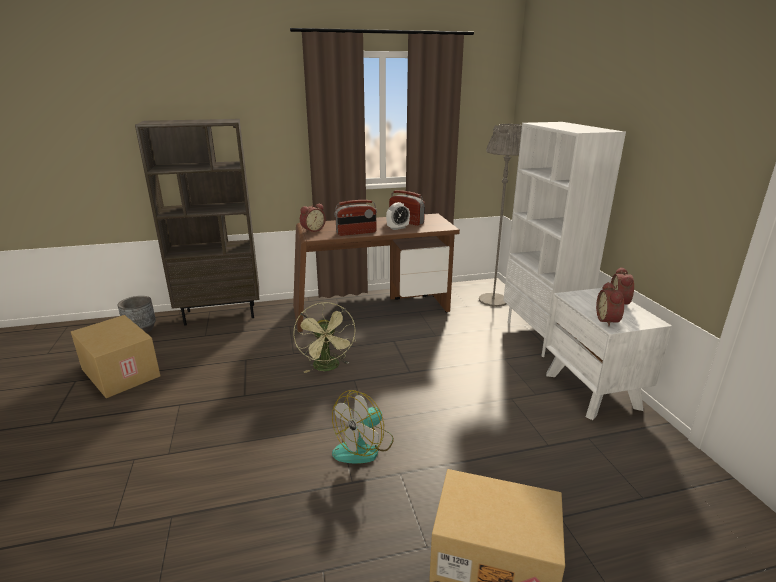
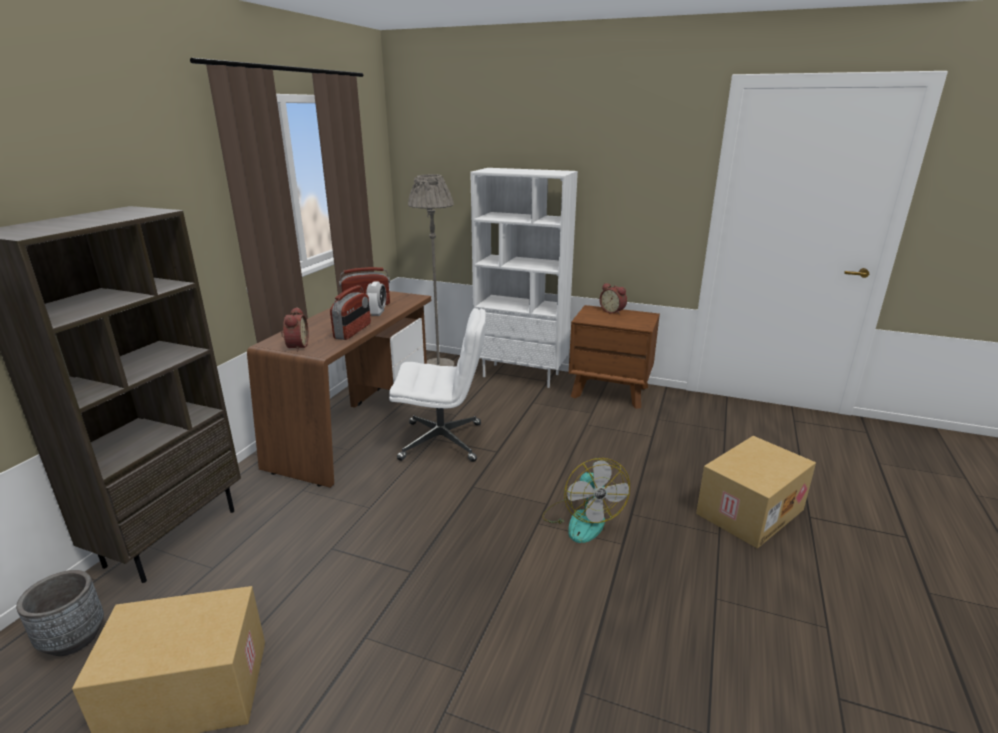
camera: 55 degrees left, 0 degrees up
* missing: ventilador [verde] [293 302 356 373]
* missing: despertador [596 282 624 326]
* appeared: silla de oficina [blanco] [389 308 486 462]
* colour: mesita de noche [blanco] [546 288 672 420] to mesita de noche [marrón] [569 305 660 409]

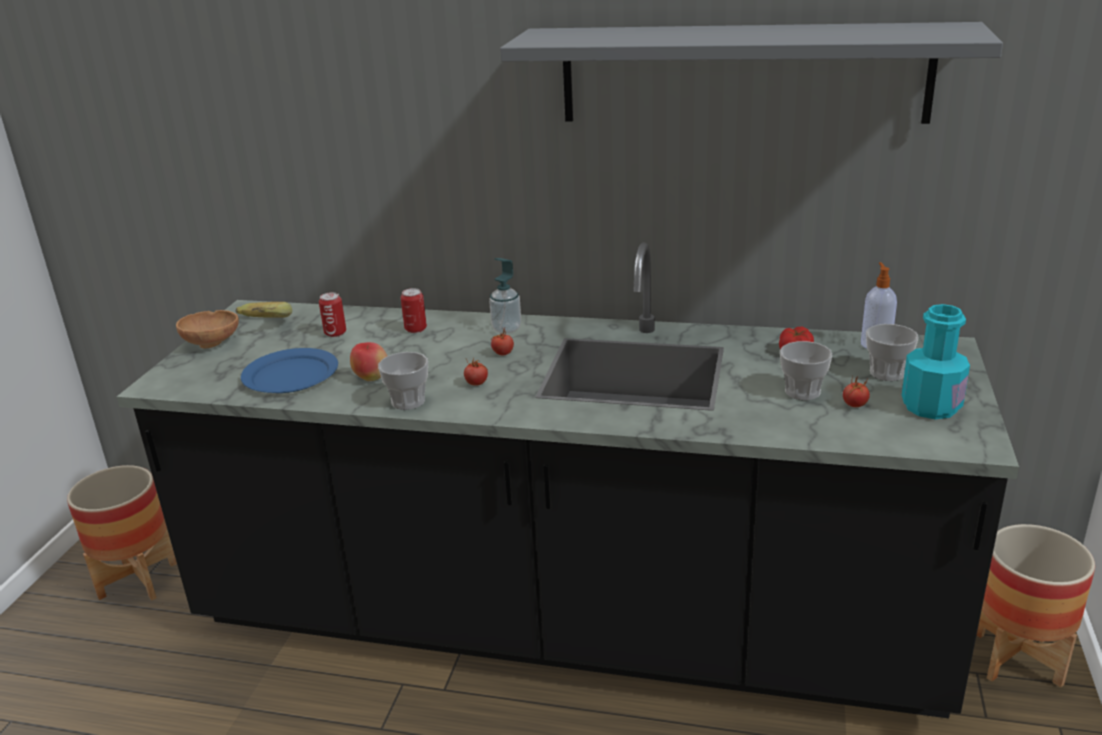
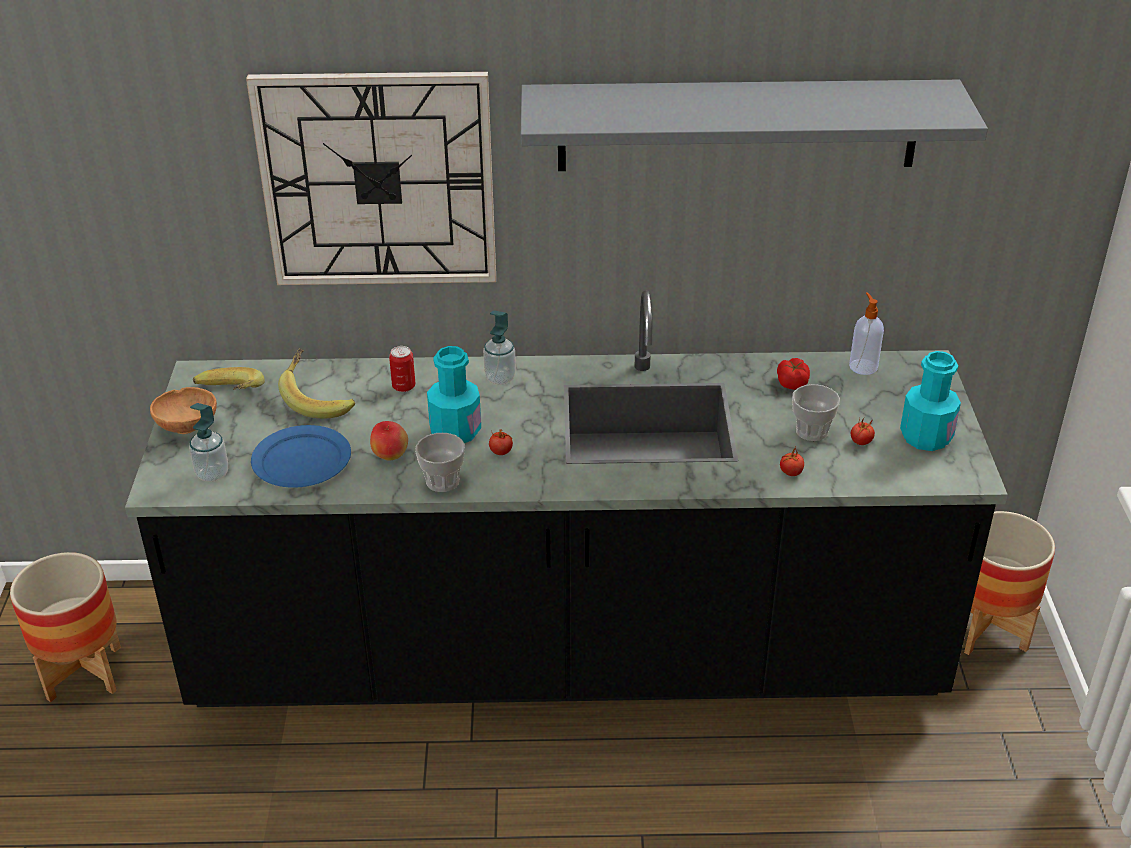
camera: 15 degrees left, 10 degrees up
* missing: taza [866 324 919 381]
* appeared: dispensador de jabón [189 403 228 482]
* appeared: reloj de pared [246 72 496 285]
* appeared: botella [turquesa] [427 346 481 443]
* relocated: tomate [491 328 514 356] to [780 447 804 476]
* exchanged: lata [319 292 346 337] to plátano [278 348 355 419]

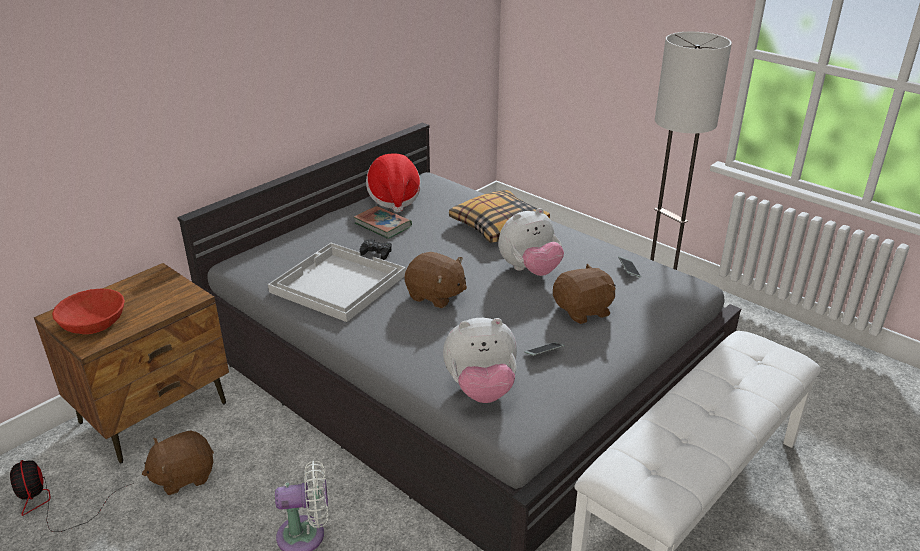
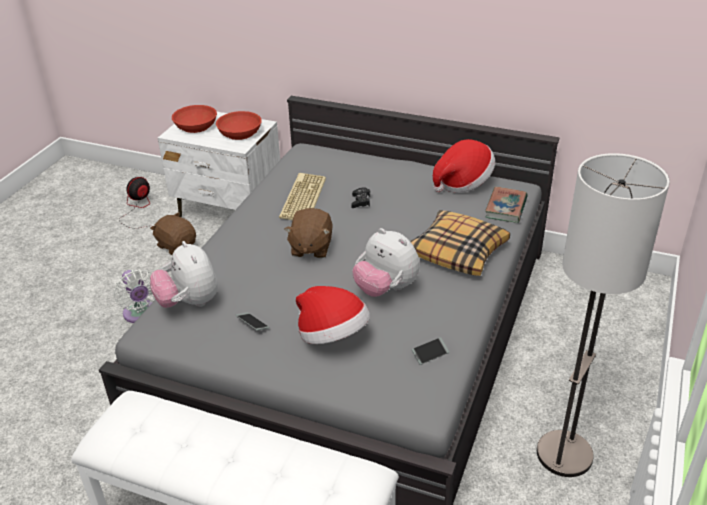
camera: 70 degrees right, 5 degrees up
* appeared: cuenco [rojo] [216 111 262 140]
* relocated: libro [354 206 412 239] to [485 187 528 223]
* exchanged: bandeja [blanco] [268 243 406 322] to teclado [279 173 326 220]
* exchanged: peluche [marrón] [553 263 616 324] to sombrero [296 286 370 344]
* colour: mesita de noche [marrón] [34 263 229 464] to mesita de noche [blanco] [158 112 280 218]

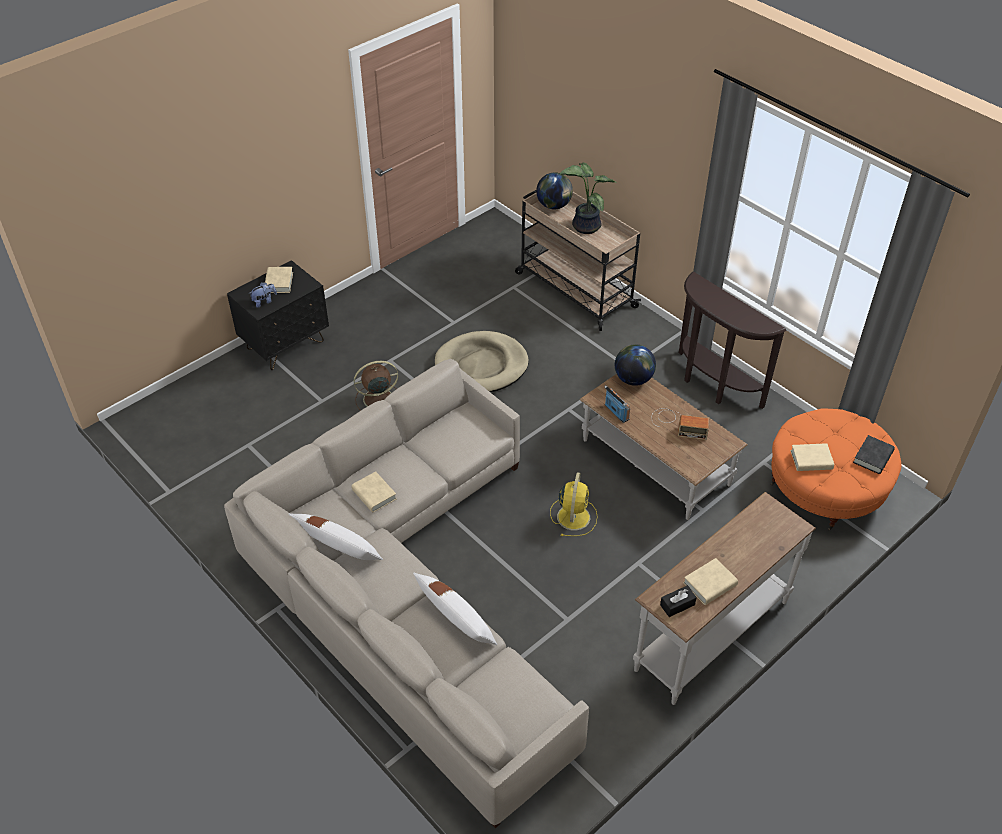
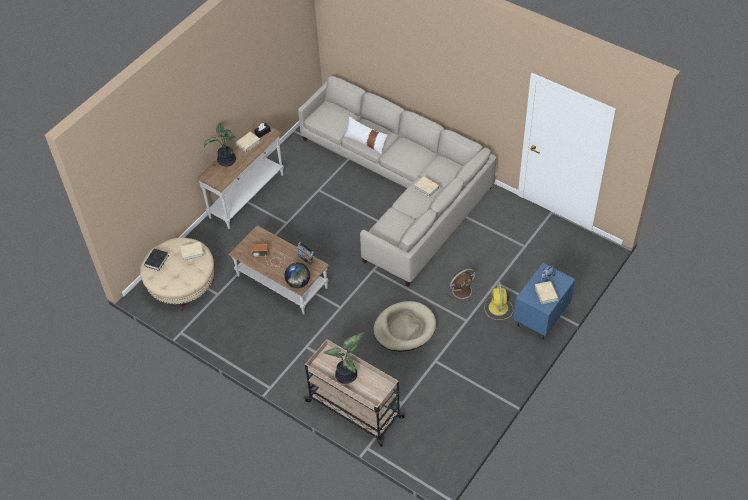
camera: 170 degrees right, 5 degrees up
* missing: cojín [blanco] [289 513 383 560]
* missing: globo terráqueo [536 172 573 209]
* missing: mesa consola [marrón] [679 272 787 409]
* appeared: planta en maceta [203 123 236 167]
* relocated: ventilador [amarillo] [550 472 598 536] to [484 282 513 320]
* colour: mesita de noche [negro] [227 260 329 370] to mesita de noche [azul] [514 263 575 339]
* colour: puf [naranja] [771 408 902 530] to puf [beis] [140 237 214 310]

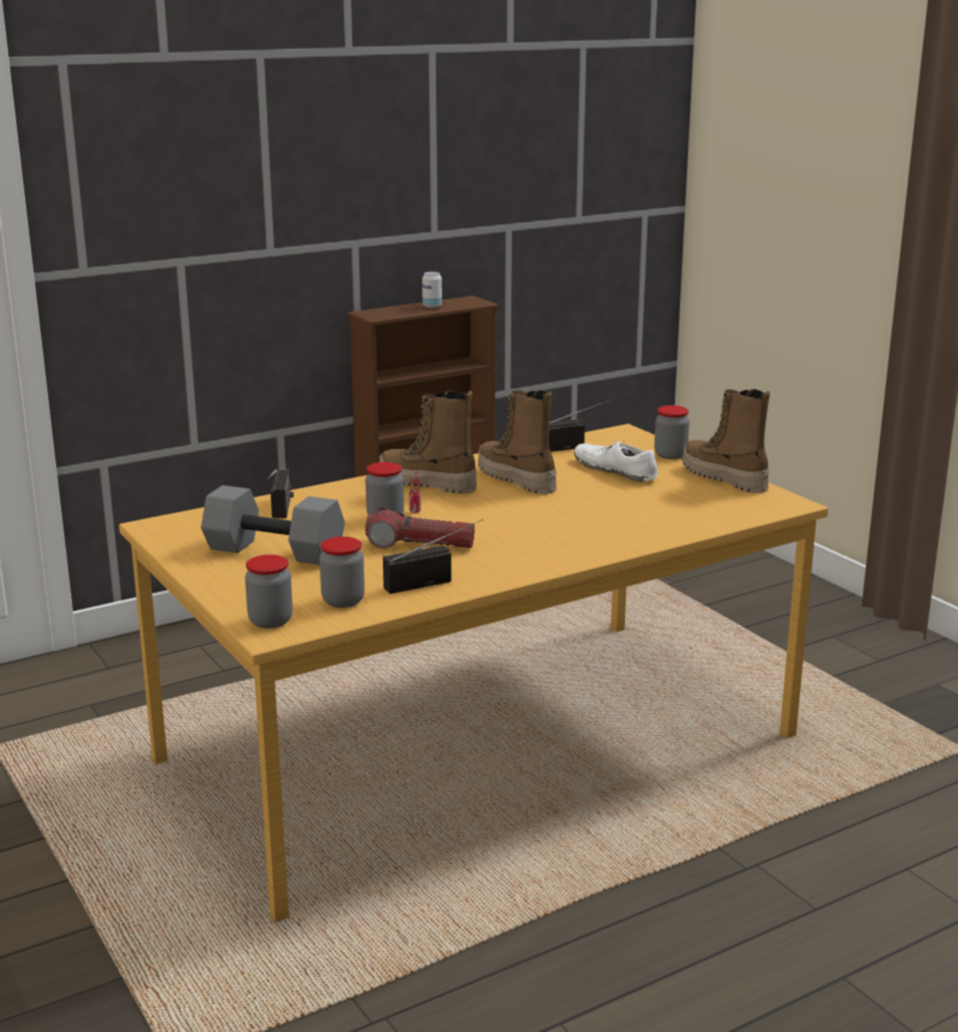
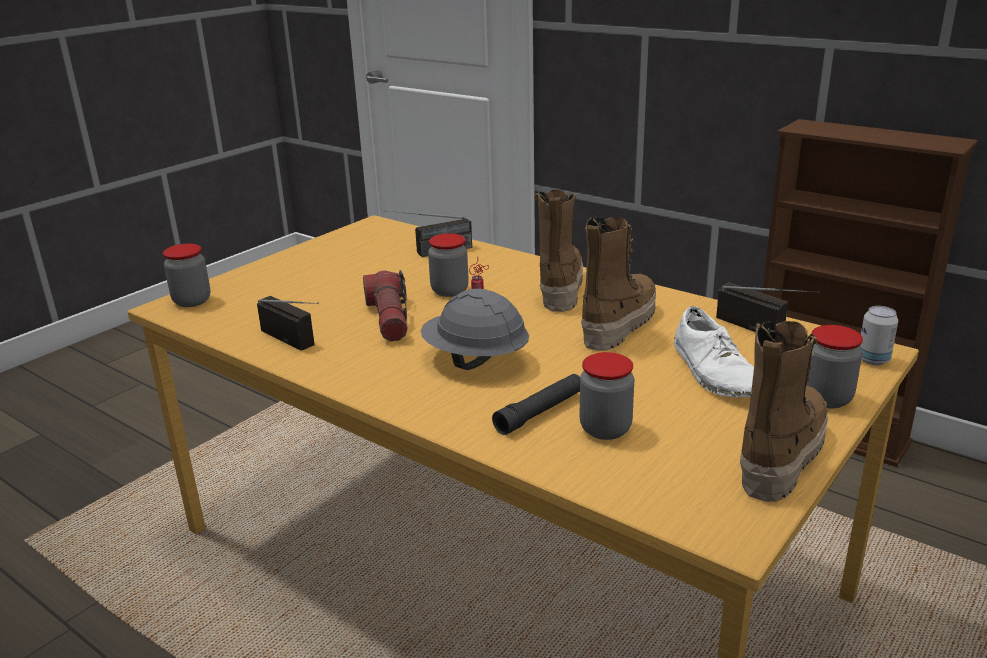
camera: 70 degrees right, 5 degrees up
* missing: mancuerna [gris] [201 485 345 565]
* appeared: casco [gris] [421 289 529 370]
* appeared: linterna [negro] [492 374 580 435]
* relocated: tarro [320 536 365 608] to [579 352 635 440]
* relocated: lata [422 272 442 308] to [860 306 898 365]
* spun: zapato [blanco] [574 440 658 482] = [674 306 754 397] 135 degrees clockwise

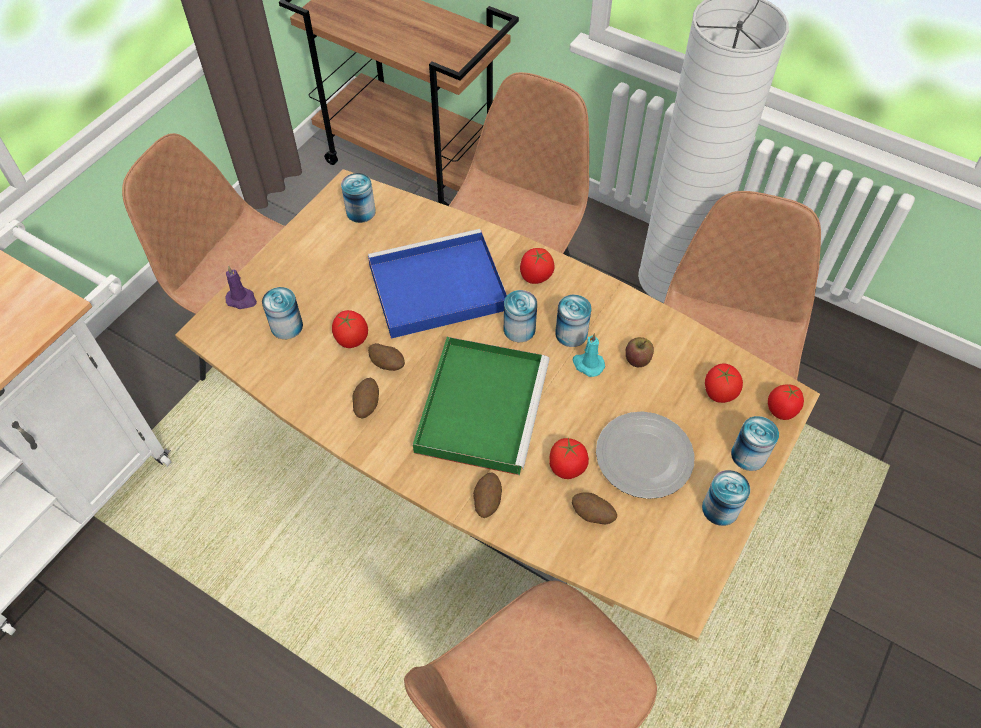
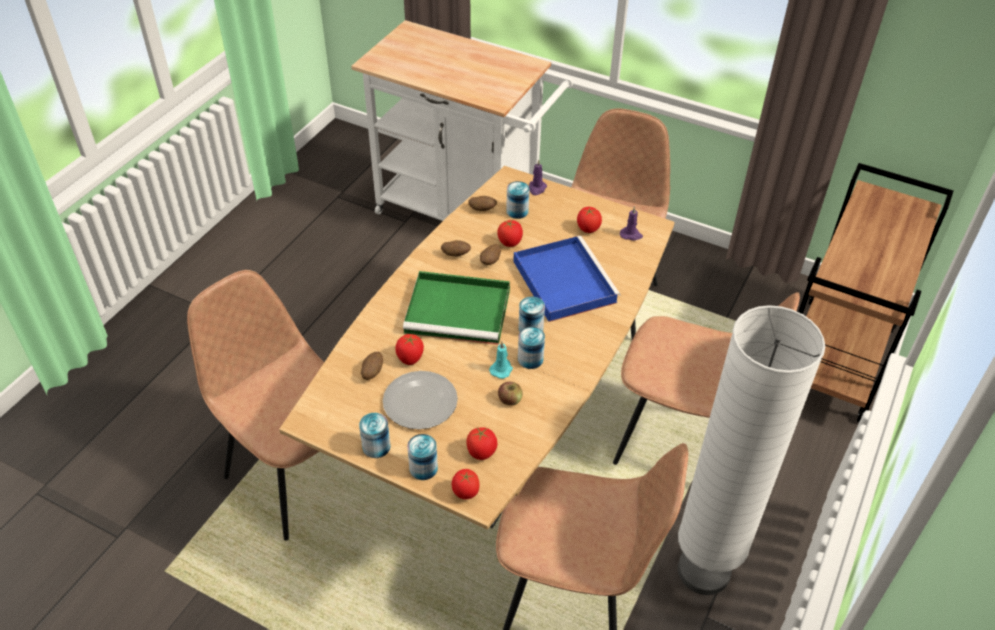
camera: 85 degrees right, 10 degrees down
* relocated: patata [473 473 502 518] to [468 196 497 211]
* relocated: tomate [520 248 555 284] to [577 207 602 233]
* exchanged: lata [341 173 376 223] to vela [morado] [620 206 643 241]

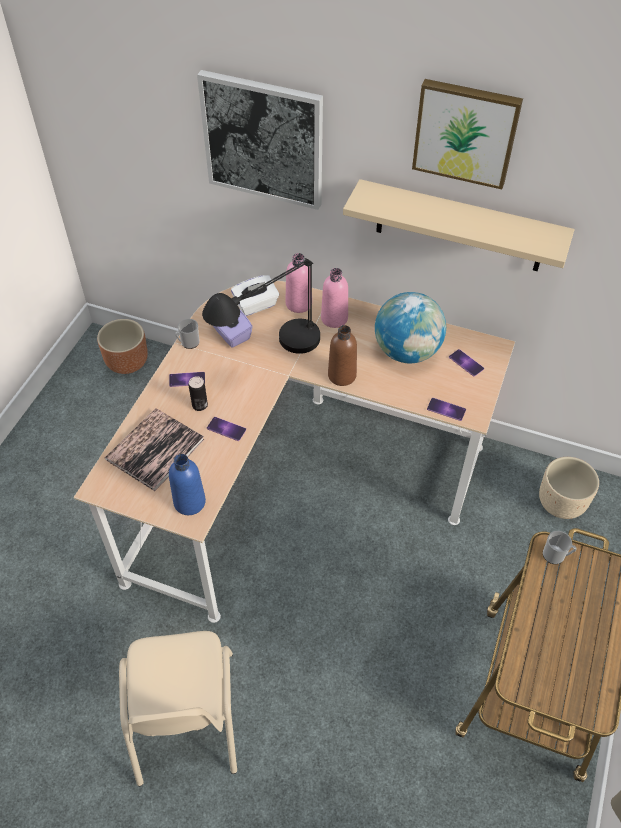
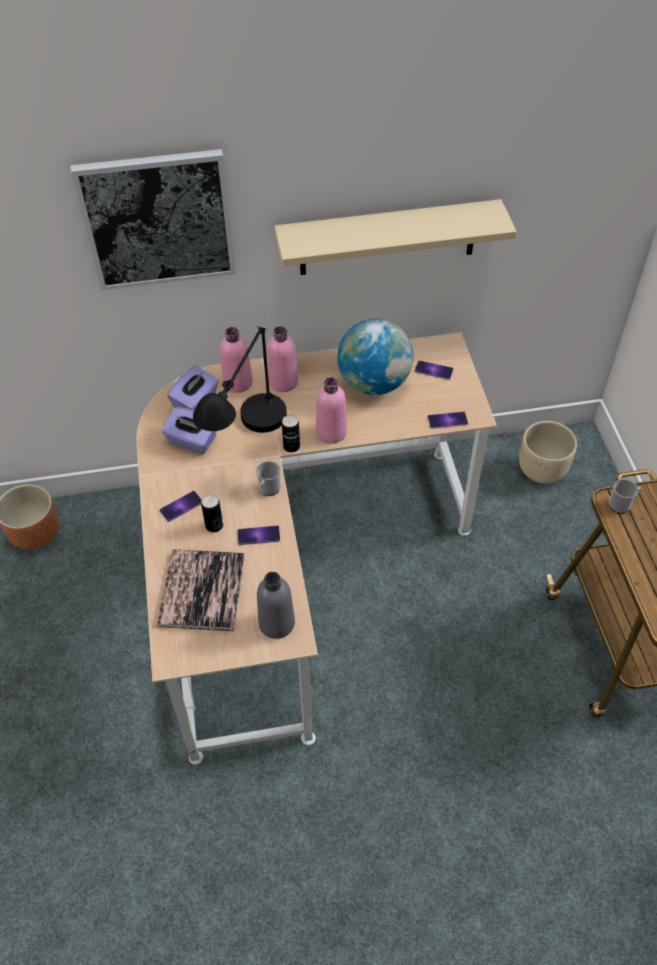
camera: 30 degrees left, 0 degrees up
* missing: silla [beis] [119 631 237 786]
* missing: cuadro [412 79 523 190]
* appeared: lata [282 415 300 452]
* relocated: taza grande [175 319 200 349] to [256 461 281 496]
* colour: botella [azul] [169 454 206 515] to botella [gris] [257 572 295 639]
* colour: caja de pañuelos [blanco] [231 275 279 316] to caja de pañuelos [morado] [167 365 219 410]
* colour: botella [marrón] [328 325 357 386] to botella [rosa] [316 377 347 444]

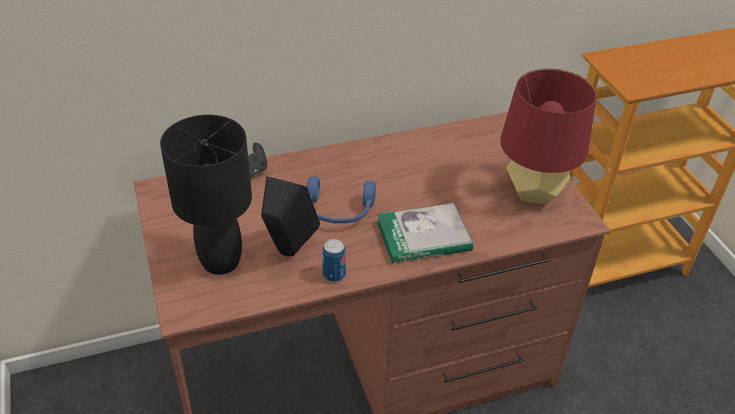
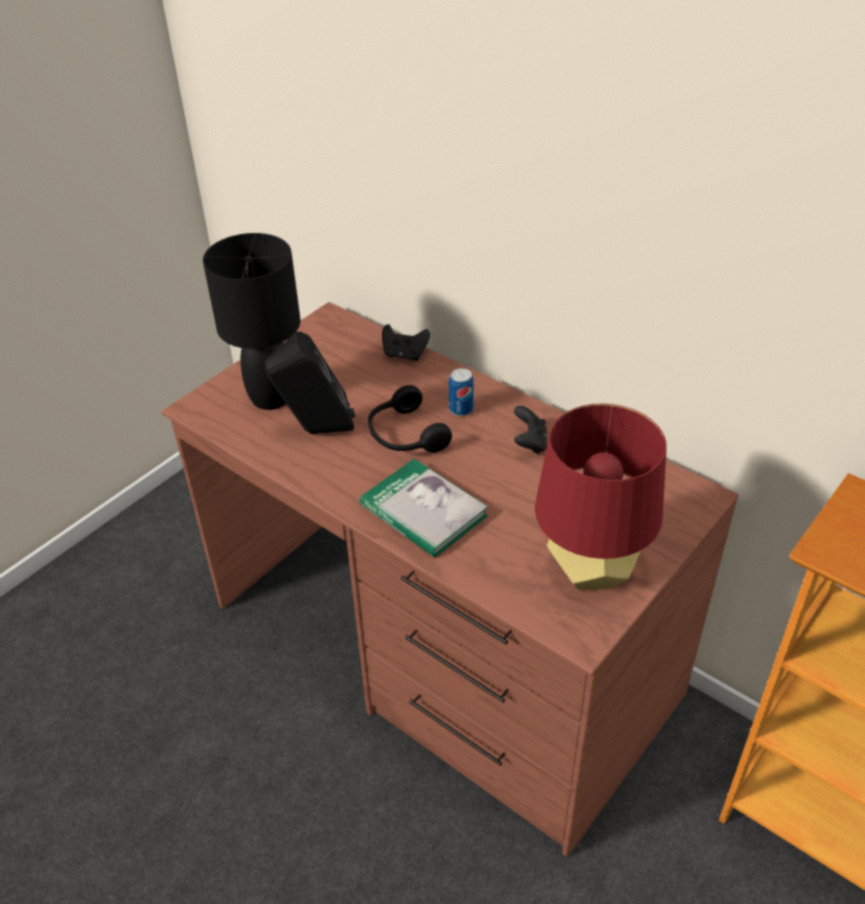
camera: 60 degrees right, 0 degrees up
* appeared: mando de consola [negro] [514 406 547 454]
* relocated: lata [322 239 346 282] to [449 368 474 416]
* colour: auriculares [azul] [306 176 376 224] to auriculares [negro] [368 385 452 453]

